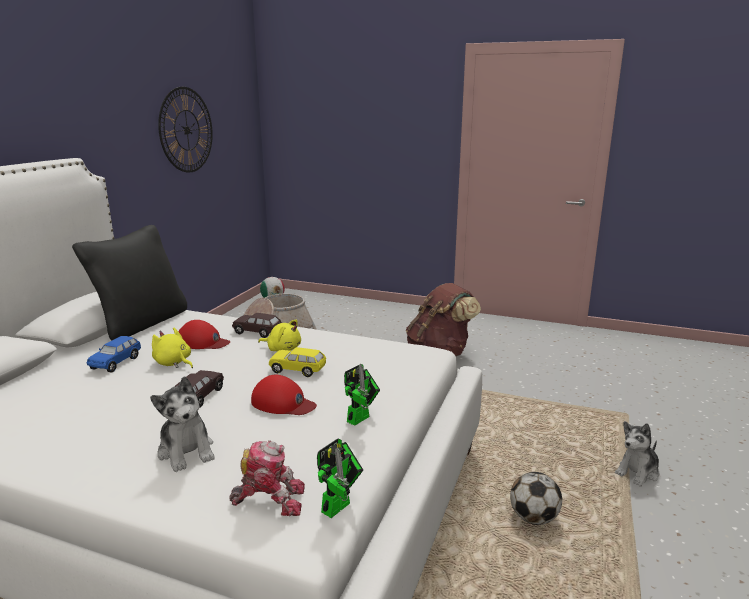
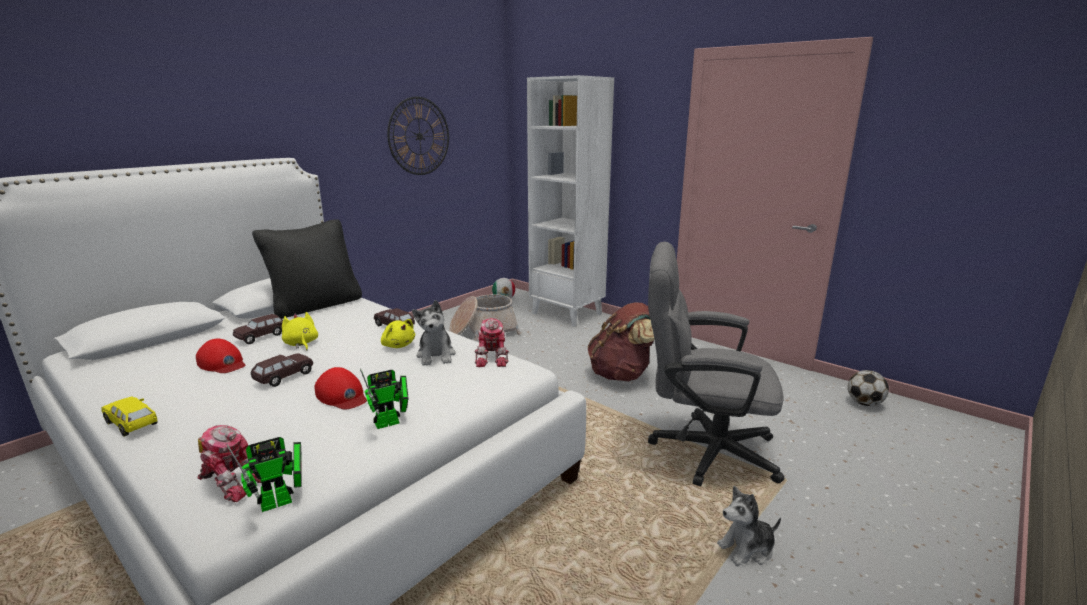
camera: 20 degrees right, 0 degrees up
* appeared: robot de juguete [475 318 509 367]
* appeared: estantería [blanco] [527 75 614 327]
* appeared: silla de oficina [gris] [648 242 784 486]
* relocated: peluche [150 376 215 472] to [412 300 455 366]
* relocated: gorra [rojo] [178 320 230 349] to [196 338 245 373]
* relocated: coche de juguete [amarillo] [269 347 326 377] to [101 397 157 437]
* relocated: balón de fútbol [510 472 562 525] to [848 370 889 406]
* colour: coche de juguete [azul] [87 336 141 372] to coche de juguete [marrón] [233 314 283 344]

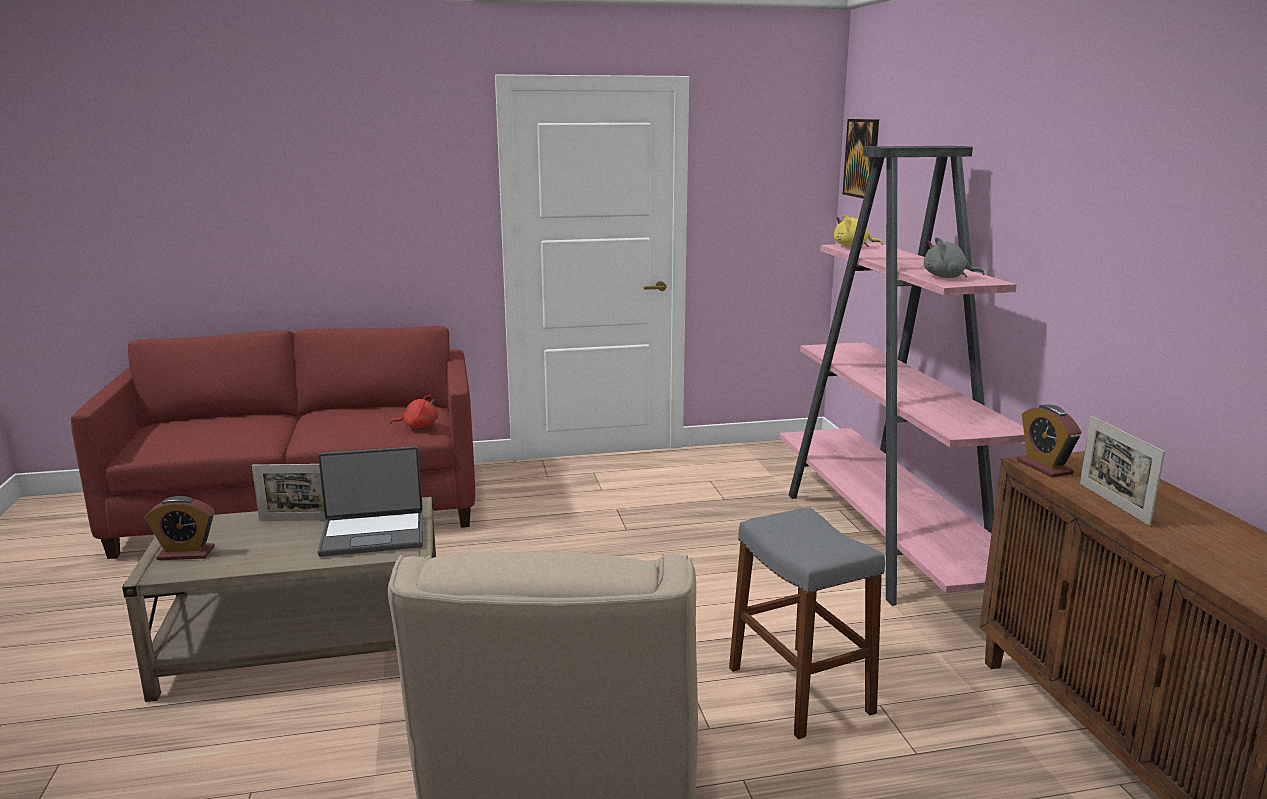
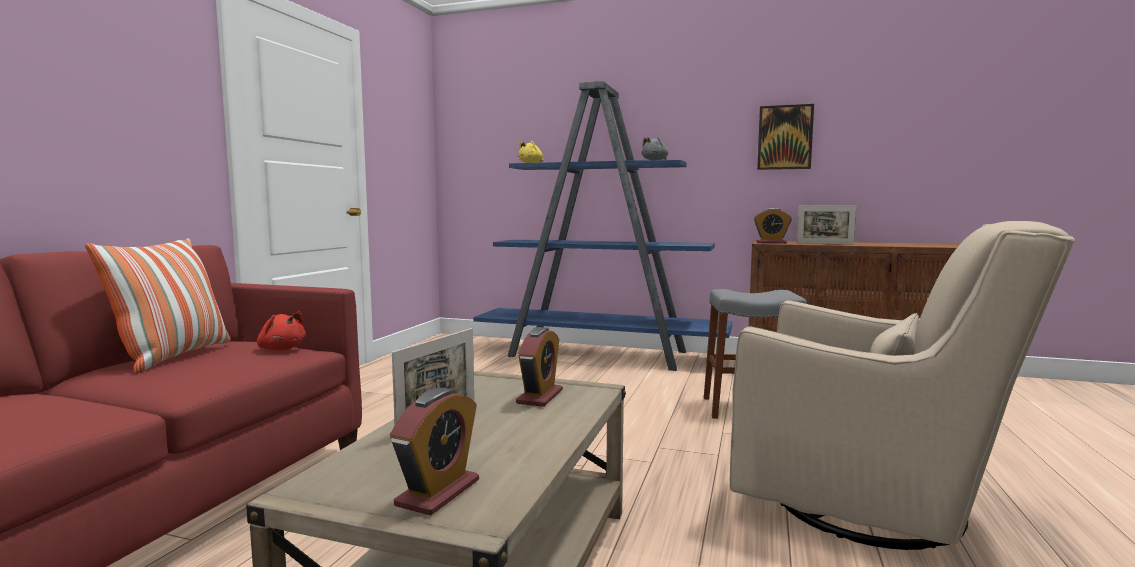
camera: 60 degrees left, 10 degrees down
* appeared: cojín [85 238 231 374]
* relocated: cuadro [843 119 879 199] to [757 104 814 170]
* exchanged: portátil [317 446 423 557] to despertador [516 327 563 407]
* colour: estantería [rosa] [780 146 1025 606] to estantería [azul] [473 81 732 371]
* spun: peluche [rojo] [390 395 438 428] = [257 311 306 351] 90 degrees clockwise

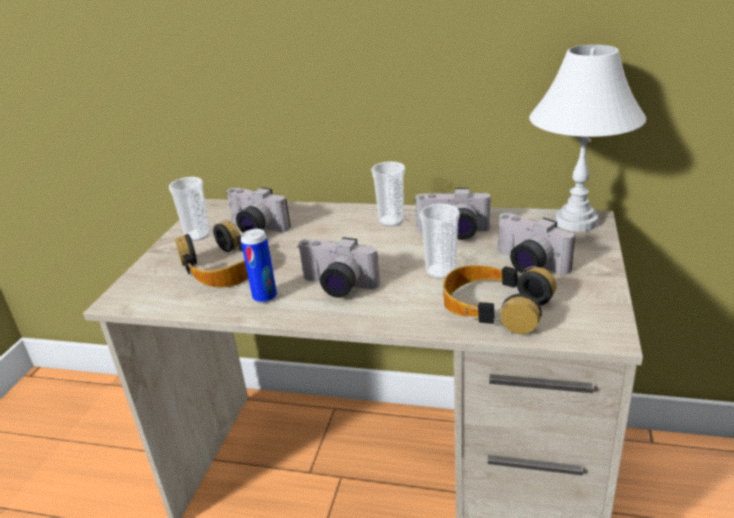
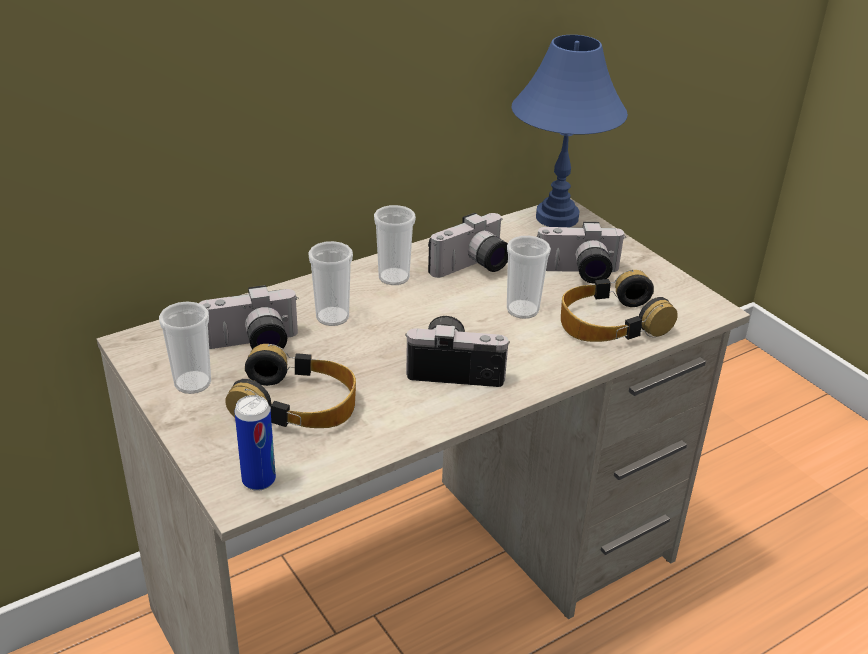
camera: 50 degrees left, 5 degrees up
* appeared: taza [308 241 353 326]
* relocated: lata [241 229 277 303] to [234 395 276 491]
* colour: lámpara de mesa [blanco] [529 45 646 232] to lámpara de mesa [azul] [512 35 628 227]
* spun: cámara [297 237 380 298] = [405 316 510 387] 150 degrees counterclockwise

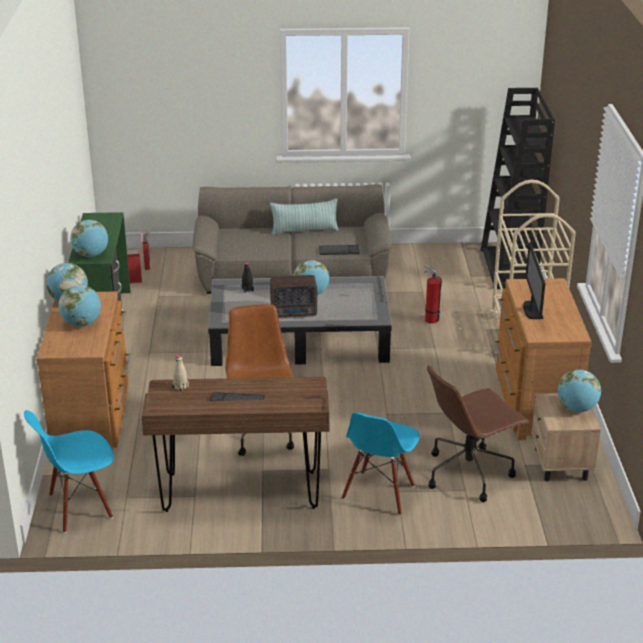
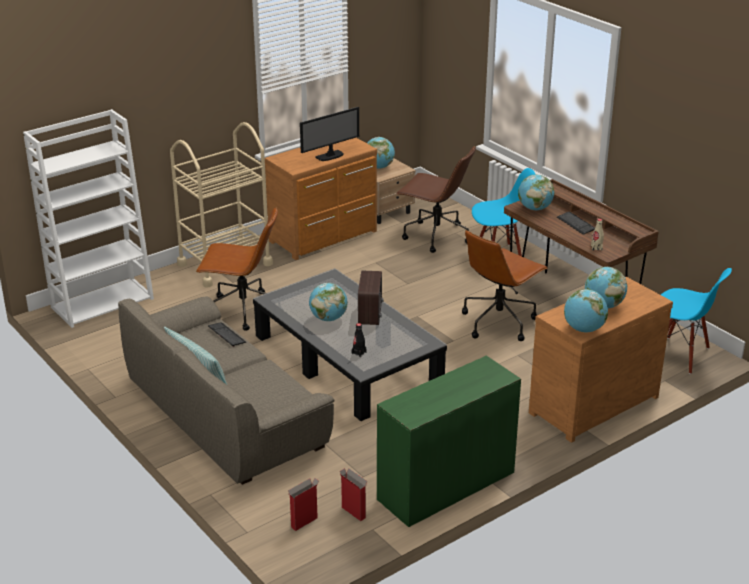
camera: 125 degrees left, 0 degrees up
* relocated: globo terráqueo [70 220 108 257] to [518 174 554 210]
* exchanged: extintor [424 265 442 324] to silla de oficina [marrón] [196 207 278 331]
* colour: estantería [negro] [481 88 555 289] to estantería [blanco] [23 109 154 328]
* spun: radio [270 275 317 318] = [358 271 384 325] 45 degrees clockwise

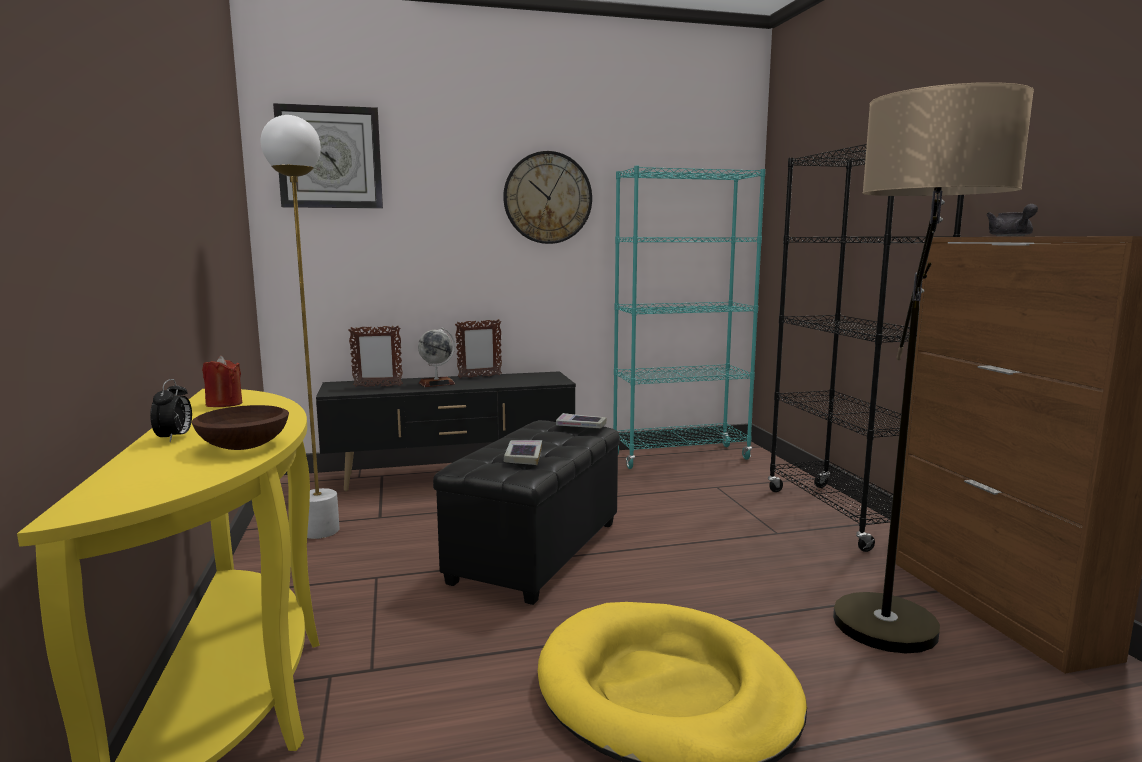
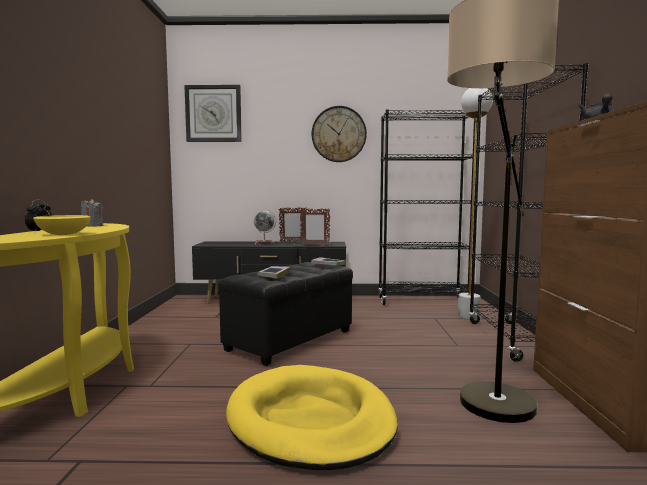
camera: 15 degrees right, 5 degrees down
* relocated: lámpara de pie [blanco] [261 115 340 539] to [458 88 493 319]
* relocated: portarretratos [349 326 403 387] to [300 208 330 246]
* colour: cuenco [marrón] [192 405 289 450] to cuenco [amarillo] [33 215 91 235]
* colour: vela [rojo] [202 356 242 407] to vela [gris] [81 199 104 227]
* colour: estantería [turquesa] [613 166 766 469] to estantería [negro] [378 109 475 305]

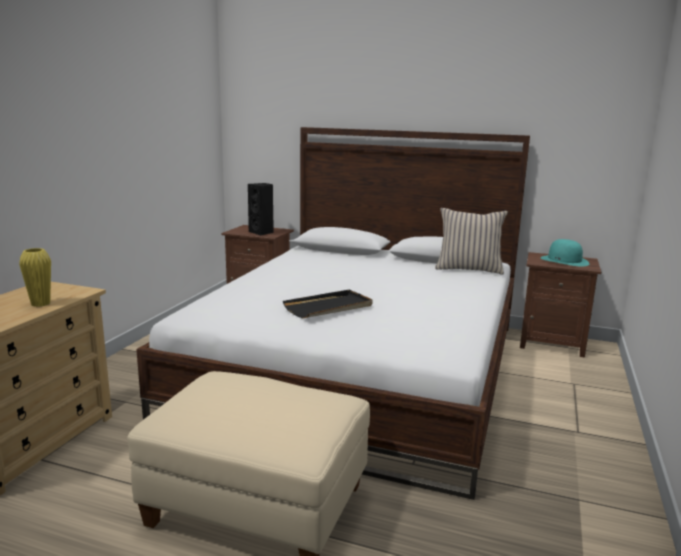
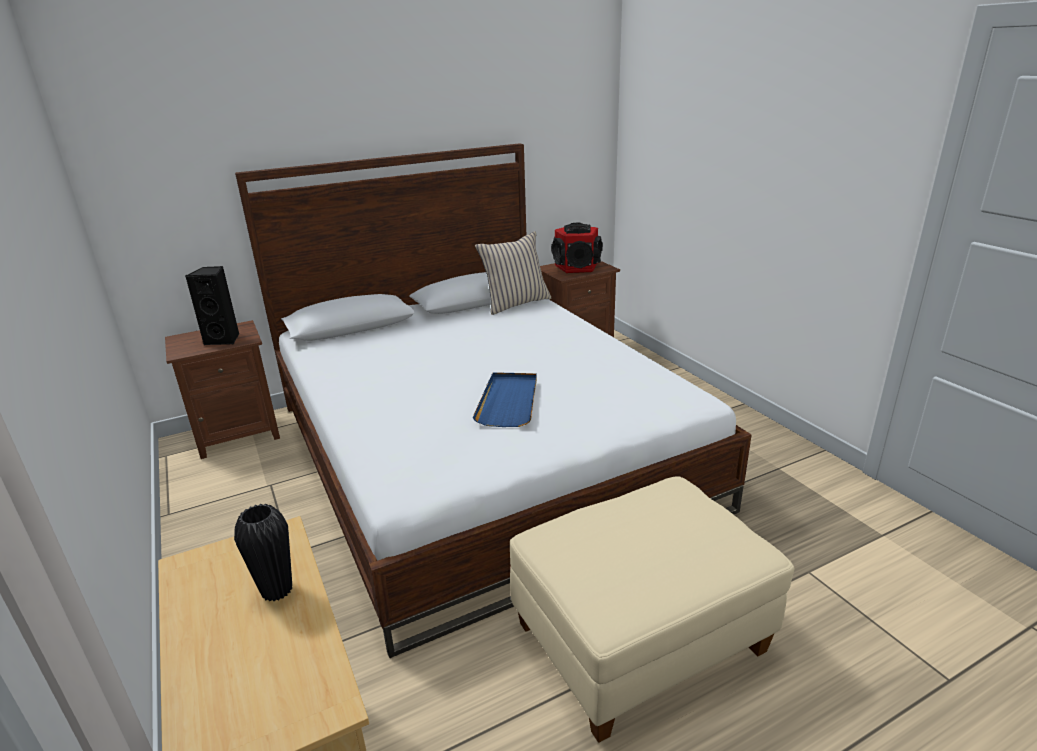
camera: 45 degrees left, 10 degrees up
* exchanged: sombrero [turquesa] [541 239 589 267] to altavoz [551 223 603 273]
* colour: florero [amarillo] [19 248 51 307] to florero [negro] [234 504 292 602]
* colour: bandeja [negro] [283 290 373 318] to bandeja [azul] [473 373 537 427]

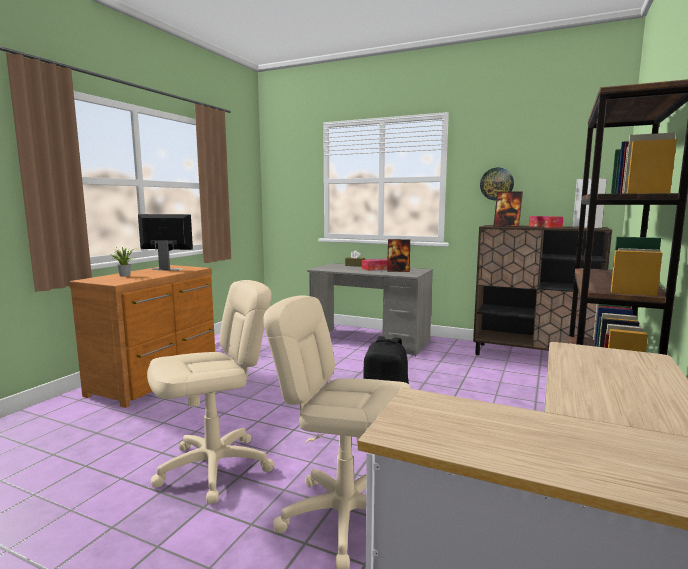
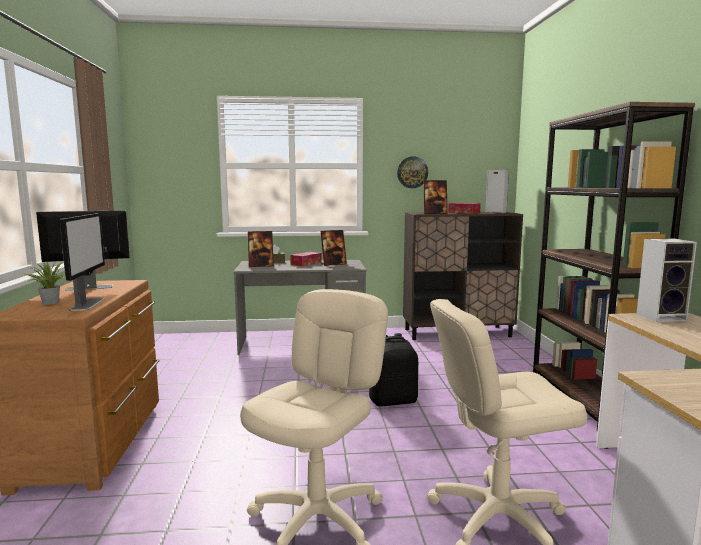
camera: 30 degrees left, 0 degrees up
* appeared: monitor [60 213 105 311]
* appeared: portarretratos [248 231 274 267]
* appeared: altavoz [637 238 697 322]

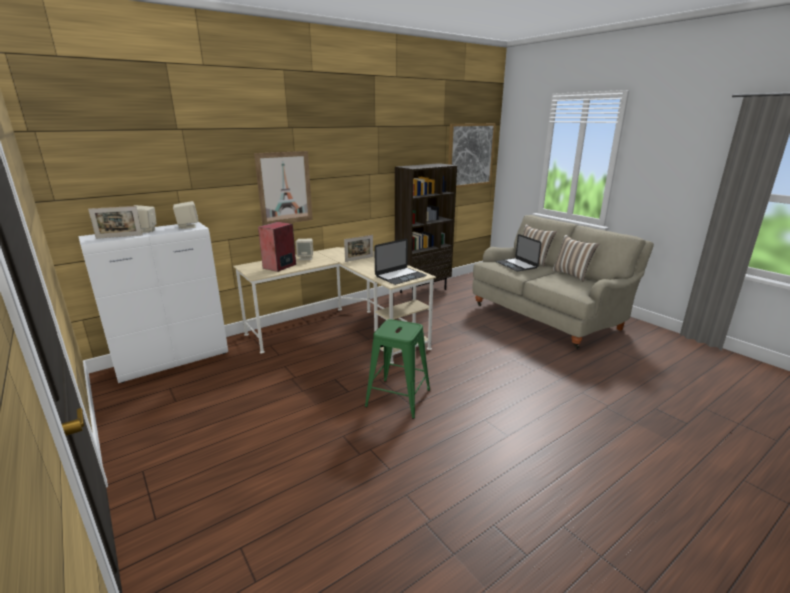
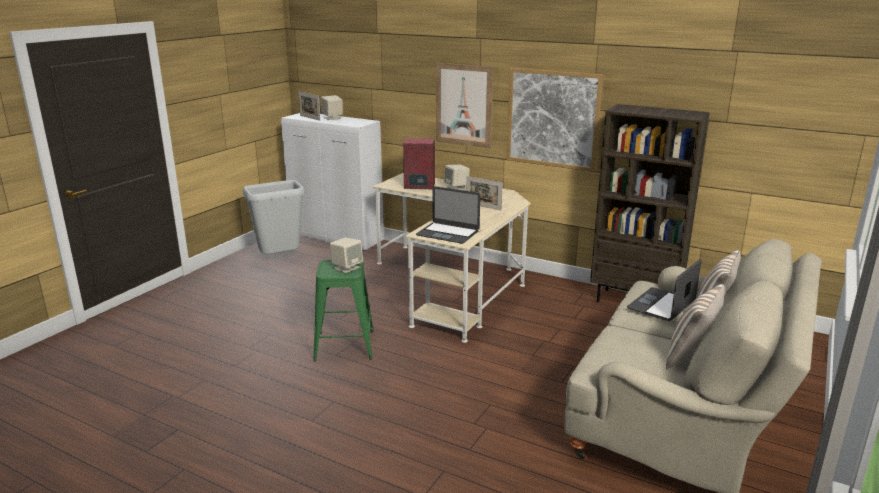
camera: 65 degrees right, 0 degrees up
* appeared: papelera [gris] [243 180 305 254]
* relocated: altavoz [beis] [173 201 198 229] to [329 237 363 273]
* relocated: cuadro [448 123 496 188] to [507 68 604 172]

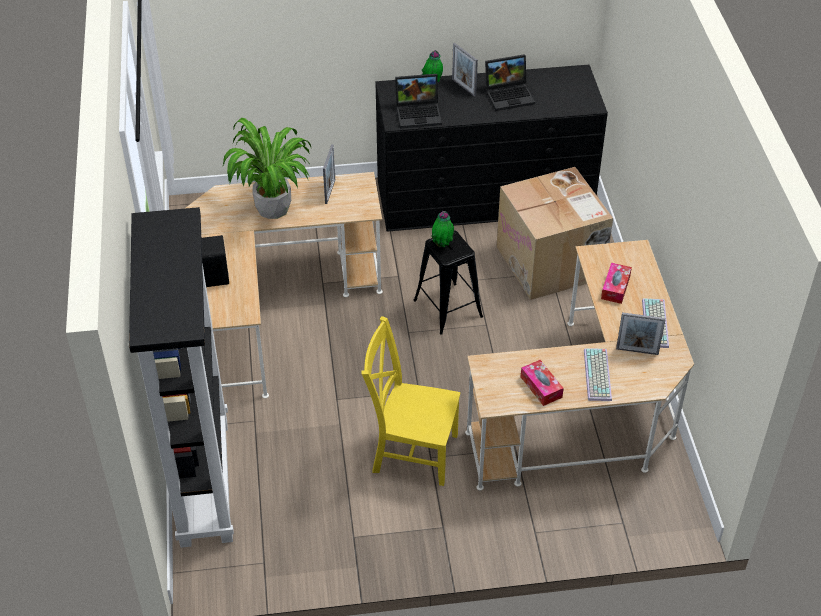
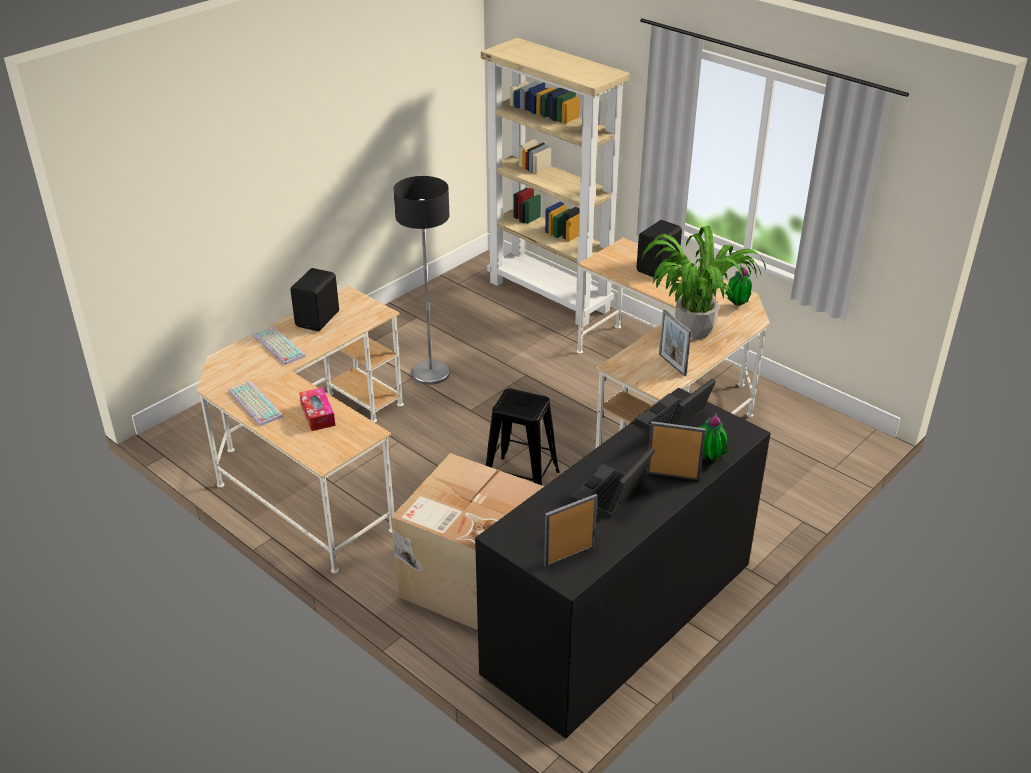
camera: 140 degrees right, 10 degrees down
* relocated: planta en maceta [431 211 454 247] to [725 267 752 306]
* relocated: portarretratos [616 312 666 355] to [544 494 597 567]
* exchanged: silla [amarillo] [361 316 460 486] to lámpara de pie [393 176 450 385]
* exchanged: caja de pañuelos [521 360 564 406] to altavoz [negro] [290 268 339 331]
* colour: estantería [negro] [129 207 234 548] to estantería [beis] [481 38 630 327]

